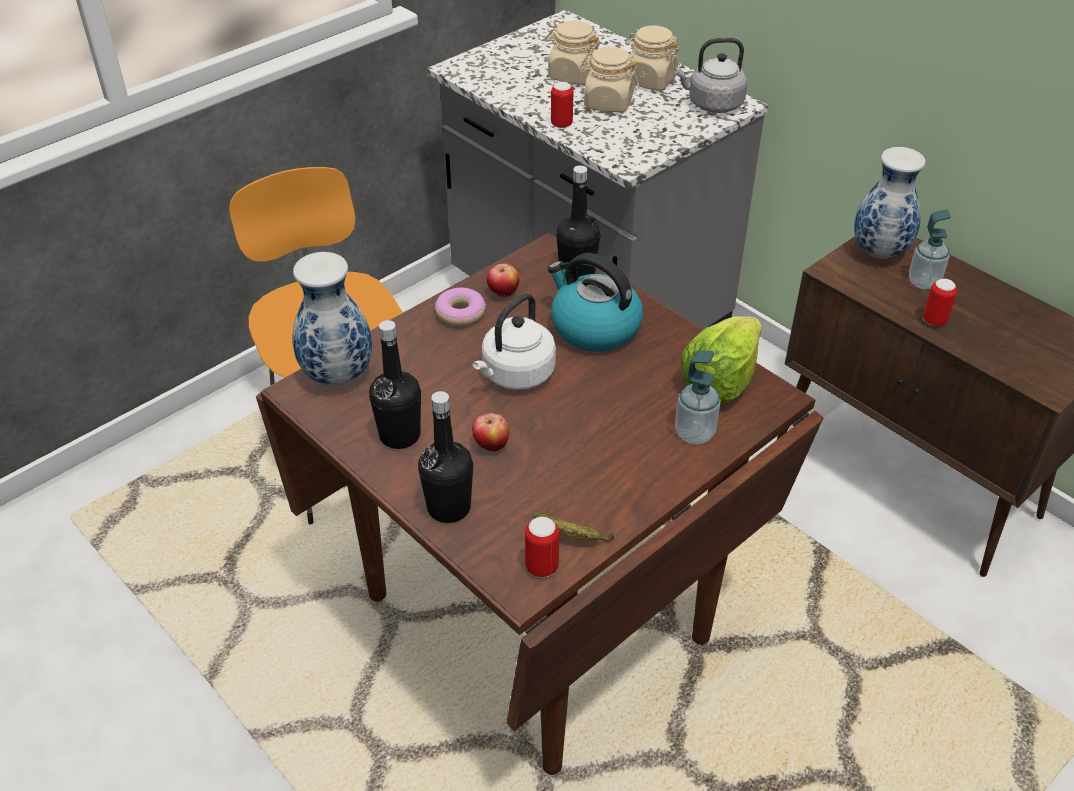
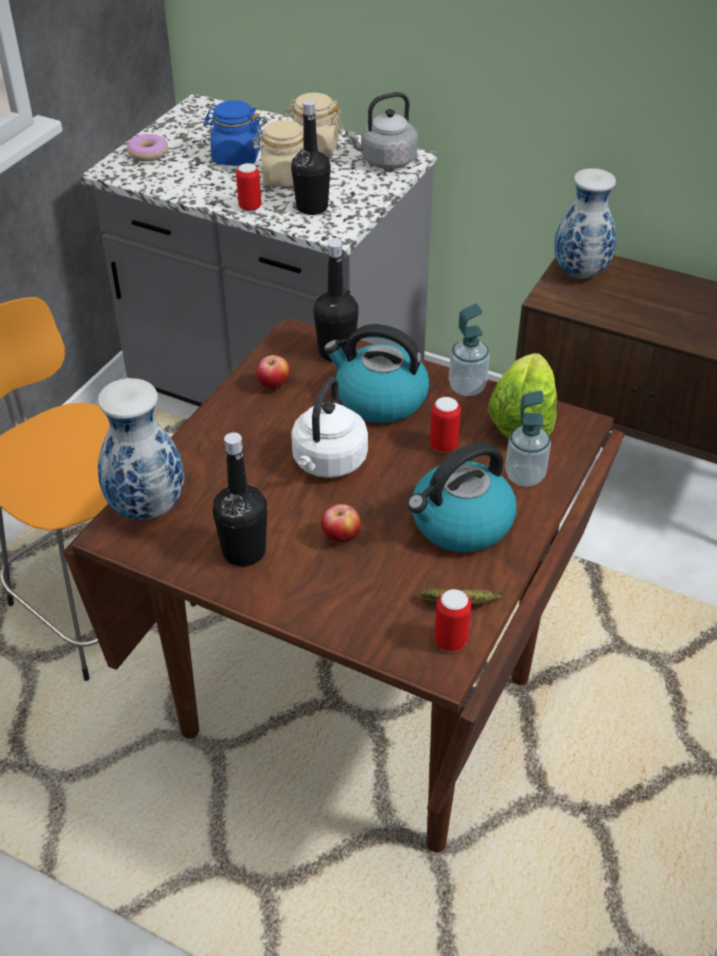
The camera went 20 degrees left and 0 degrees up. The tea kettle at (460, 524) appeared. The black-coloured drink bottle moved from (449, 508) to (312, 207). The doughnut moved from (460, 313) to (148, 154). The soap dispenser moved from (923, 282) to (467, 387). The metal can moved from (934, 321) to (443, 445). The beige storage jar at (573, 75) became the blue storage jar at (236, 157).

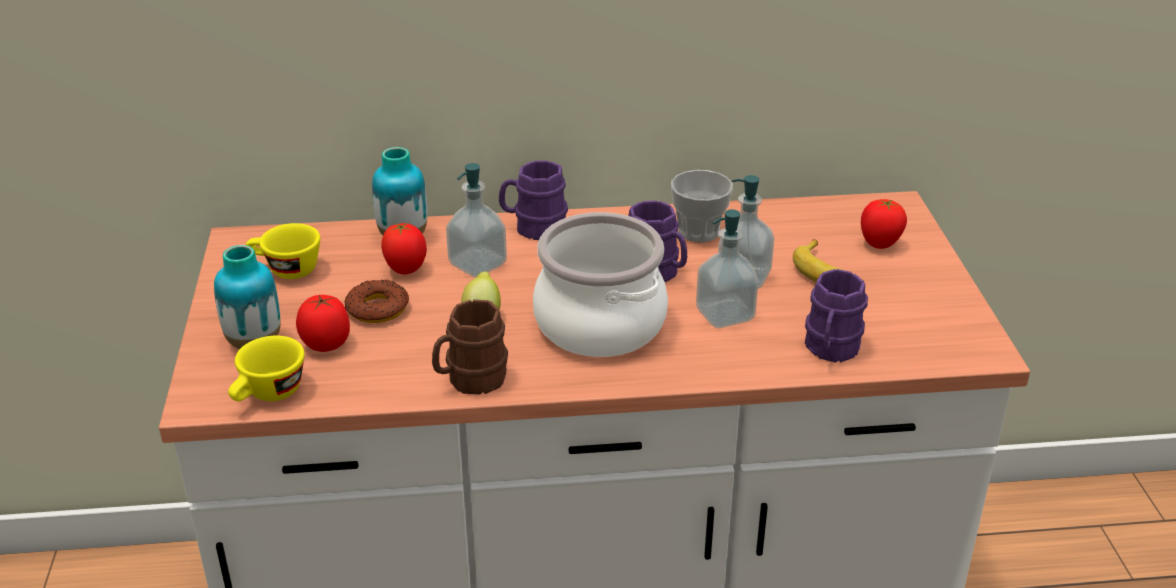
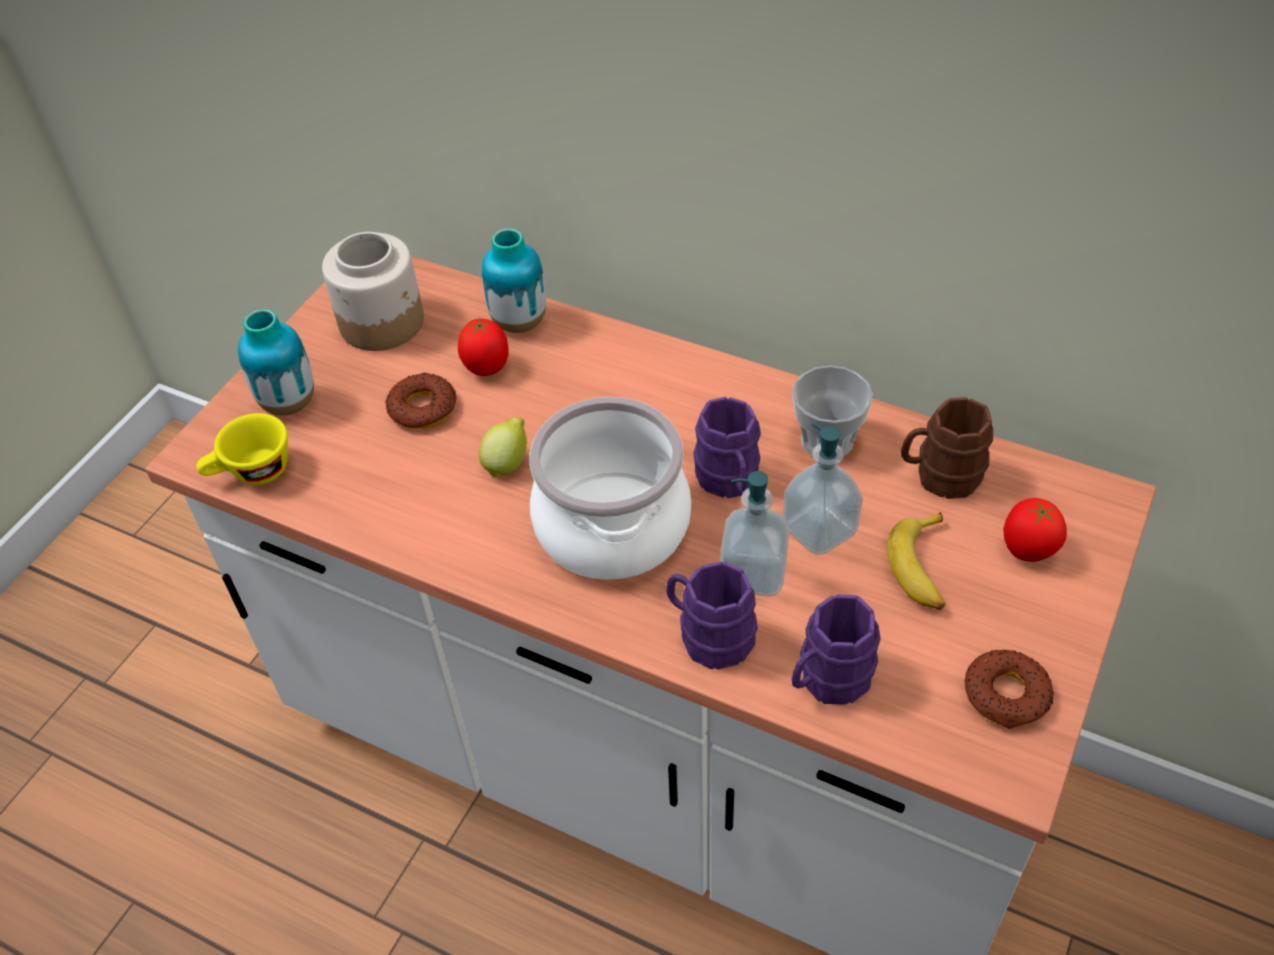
The camera went 35 degrees right and 15 degrees up. The whole tomato at (326, 344) disappeared. The soap dispenser at (477, 265) disappeared. The doughnut at (1006, 694) appeared. The brown tea mug moved from (470, 380) to (940, 475). The purplish tea mug moved from (534, 227) to (708, 635). The yellow cup at (285, 269) was replaced by the storage jar at (383, 322).

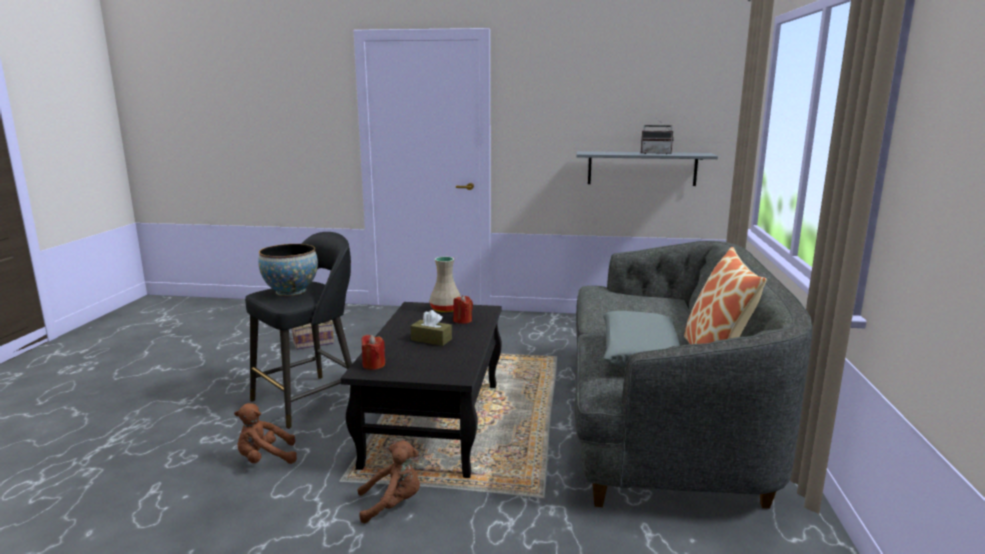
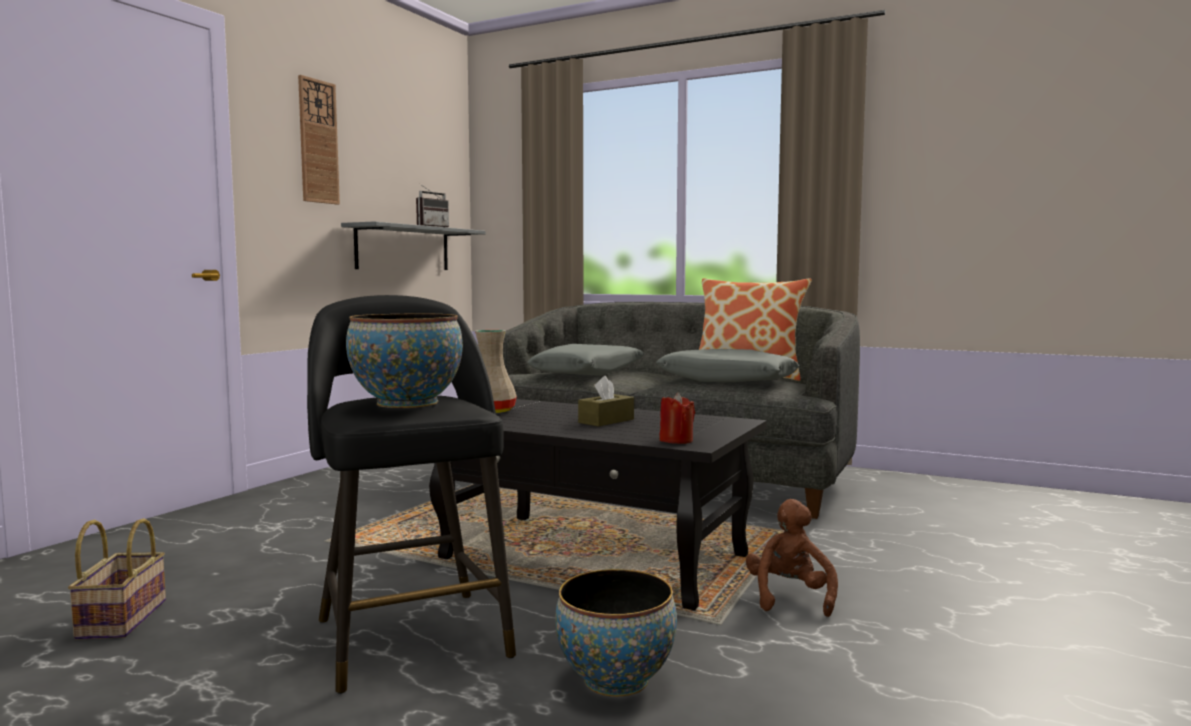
The camera went 70 degrees left and 10 degrees down. The red-coloured wax light at (462, 320) disappeared. The wall clock at (318, 142) appeared. The gray throw pillow at (588, 372) appeared. The brown soft toy at (265, 459) was replaced by the serving bowl at (615, 680).

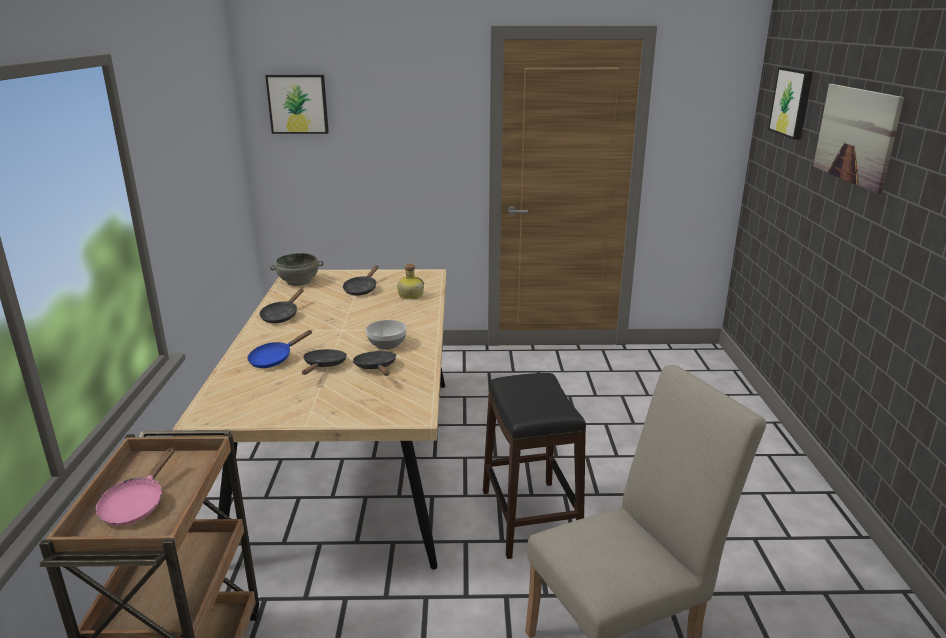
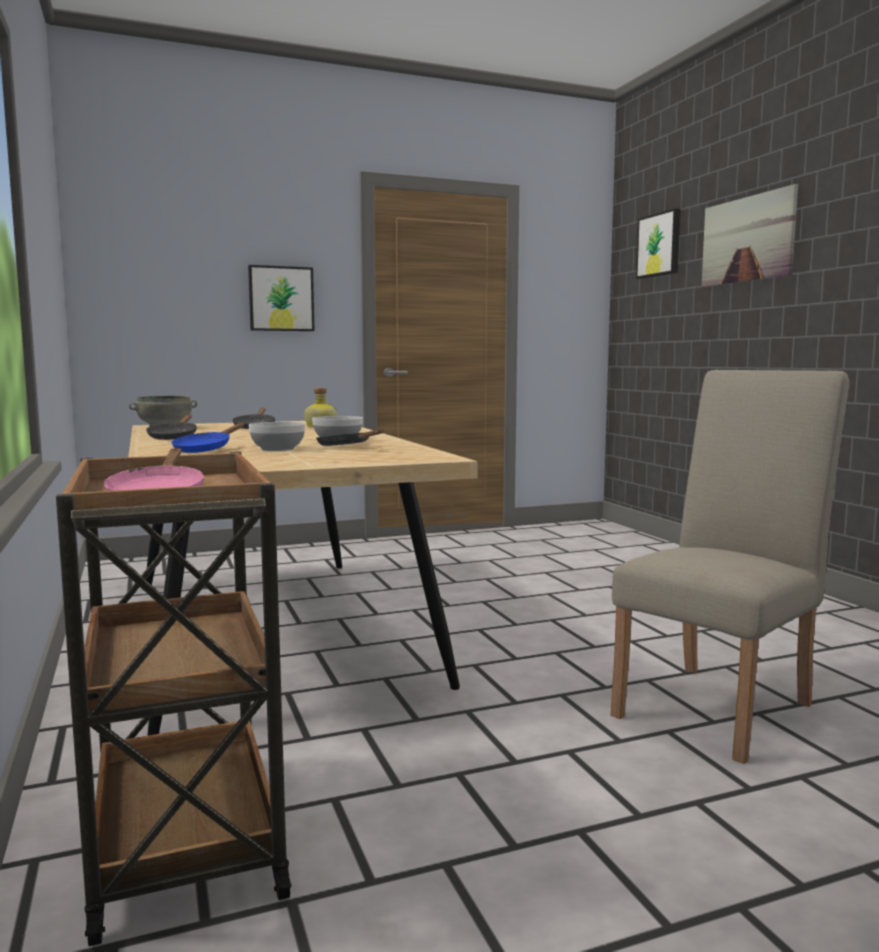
The camera went 20 degrees left and 15 degrees down. The black-coloured sitting stool at (530, 517) disappeared. The wall picture moved from (298, 104) to (281, 299). The black-coloured frying pan at (323, 366) was replaced by the serving bowl at (278, 449).

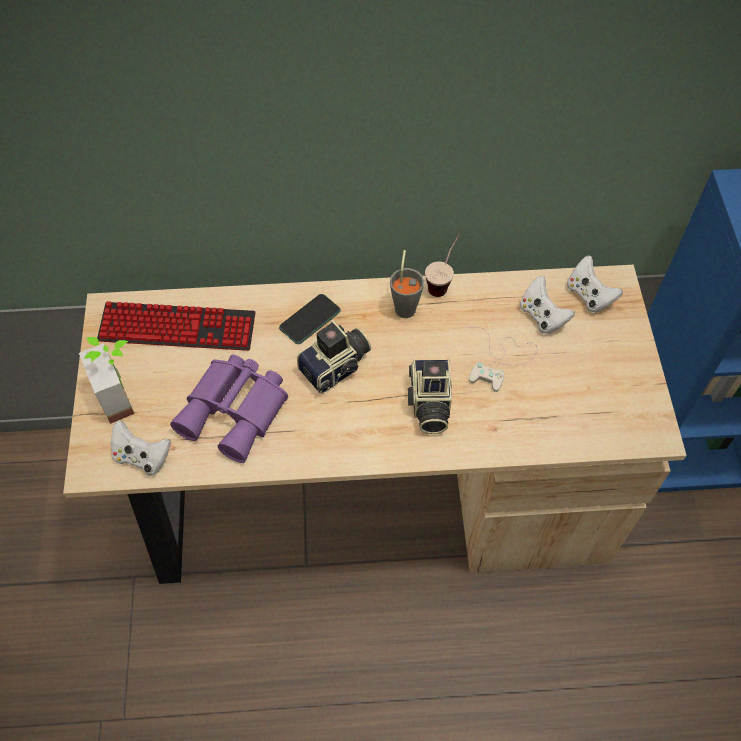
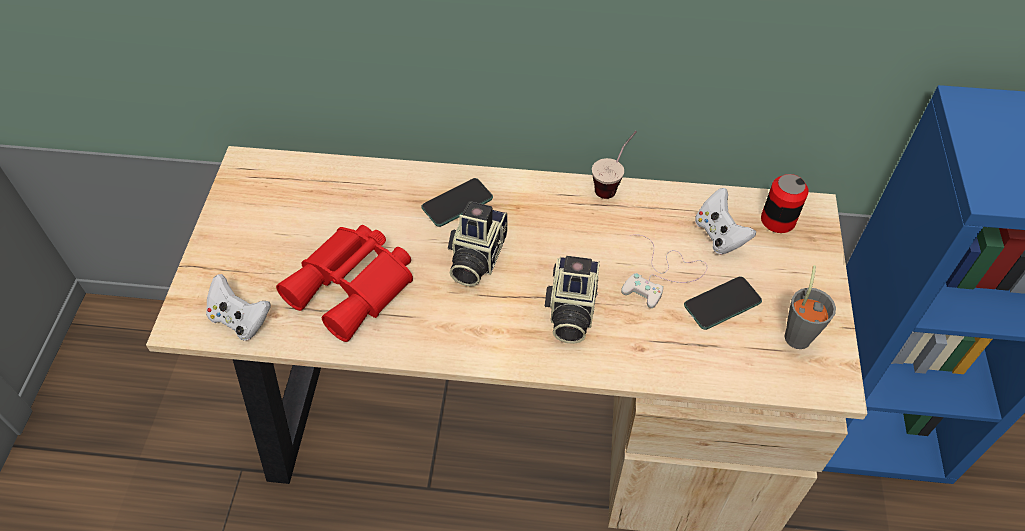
The camera went 10 degrees right and 5 degrees down. The potted plant at (124, 394) disappeared. The computer keyboard at (177, 328) disappeared. The phone at (722, 304) appeared. The gray cup moved from (406, 305) to (798, 332). The white joypad at (589, 296) was replaced by the metal can at (777, 220). The purplish field glasses at (237, 411) became the red-coloured field glasses at (355, 287). The photo camera at (337, 368) turned 135 degrees clockwise.

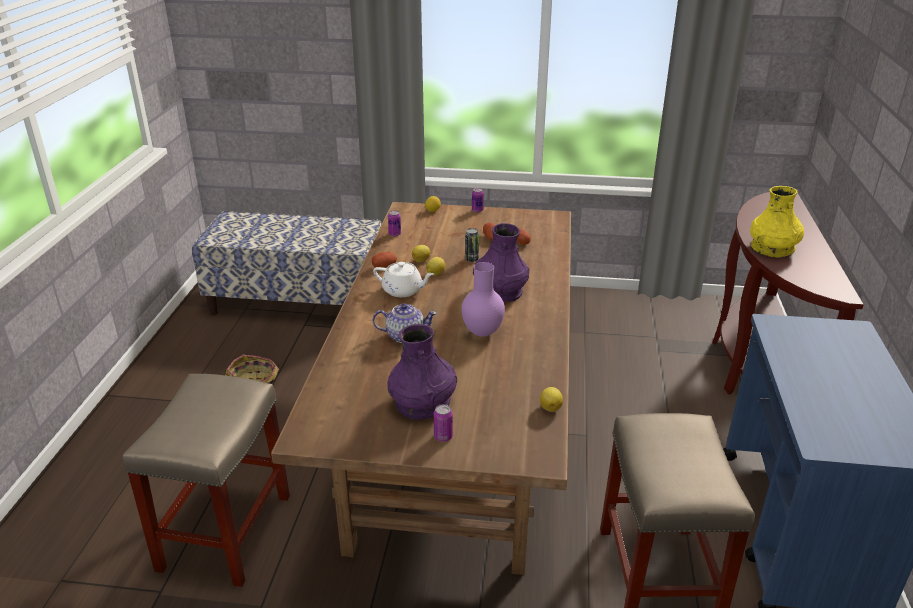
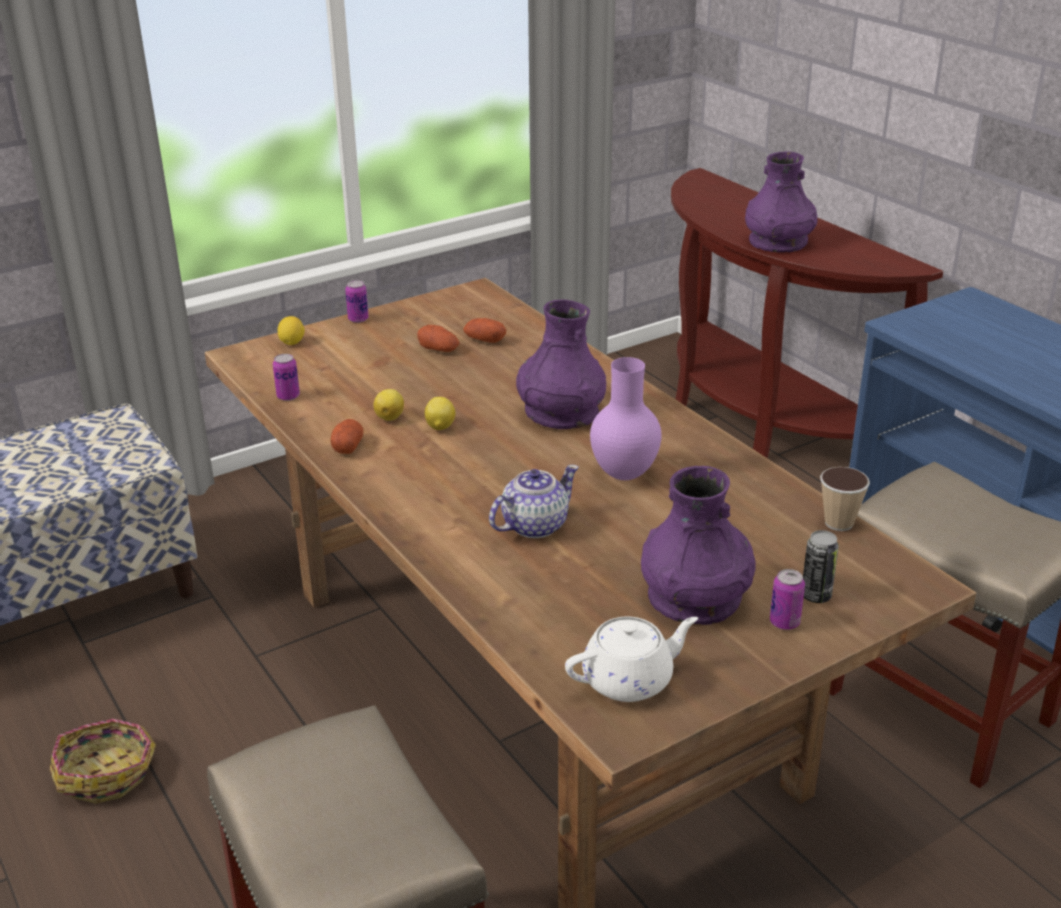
The camera went 40 degrees left and 0 degrees up. The white tea pot moved from (403, 290) to (630, 680). The metal can moved from (471, 259) to (816, 596). The citrus fruit at (550, 407) was replaced by the cup at (838, 523). The yellow decorative vase at (772, 248) became the purplish decorative vase at (778, 241).

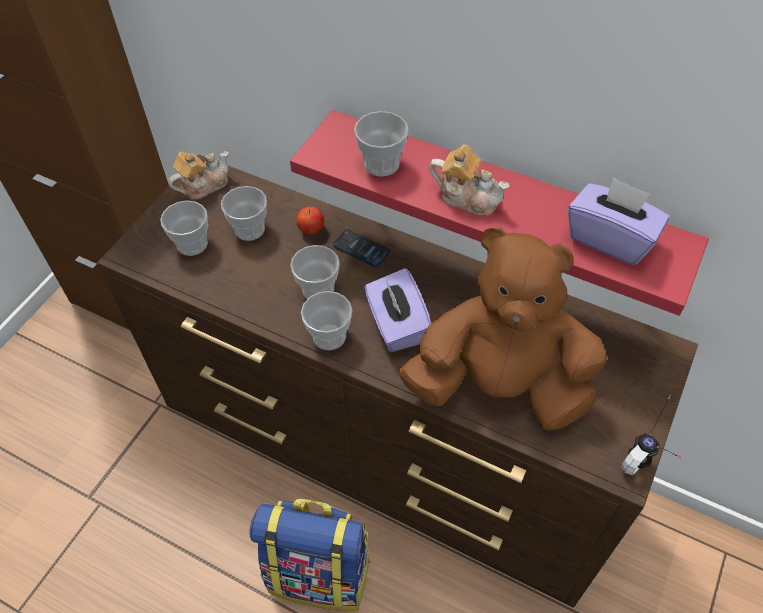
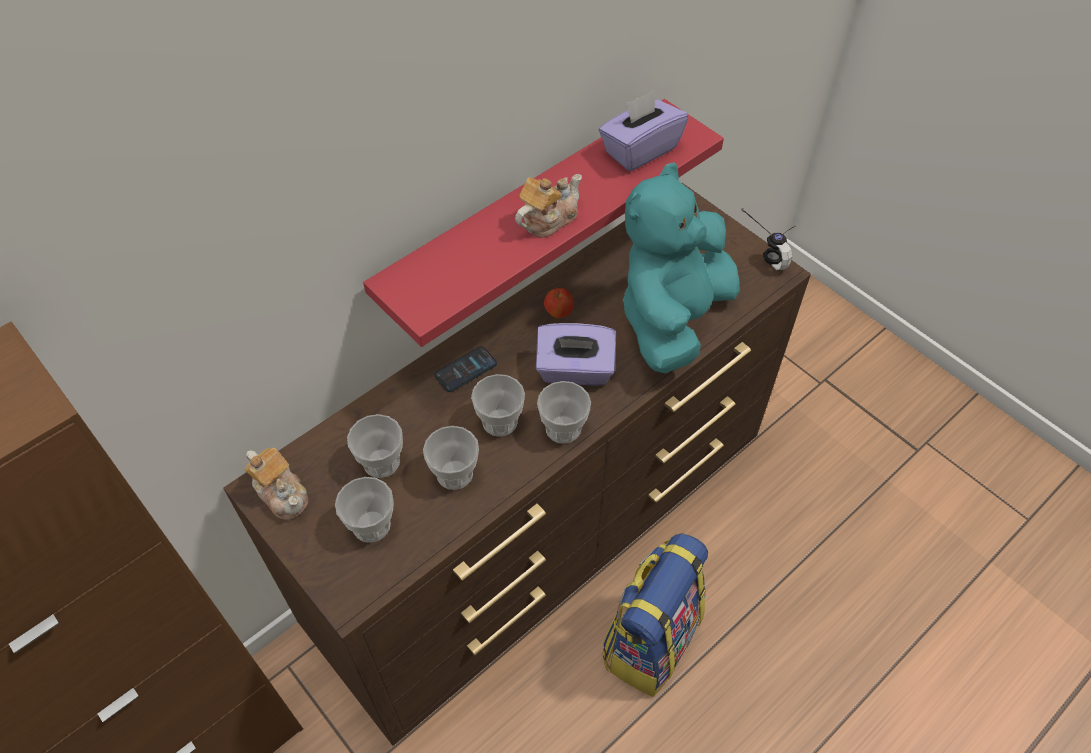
The camera went 70 degrees left and 0 degrees up. The whole apple moved from (311, 229) to (558, 313). The cup moved from (381, 164) to (454, 474). The brown soft toy at (499, 386) became the blue-green soft toy at (672, 319). The tea pot at (203, 185) turned 150 degrees clockwise.

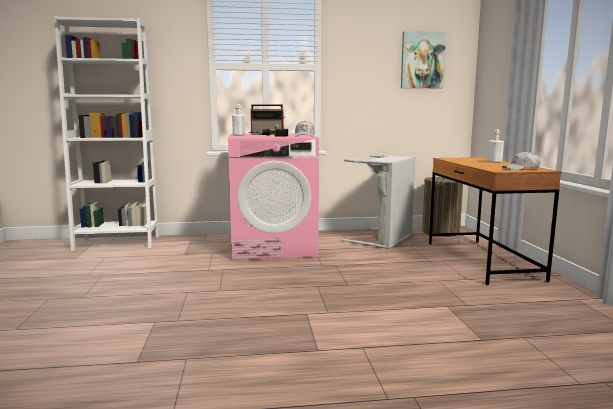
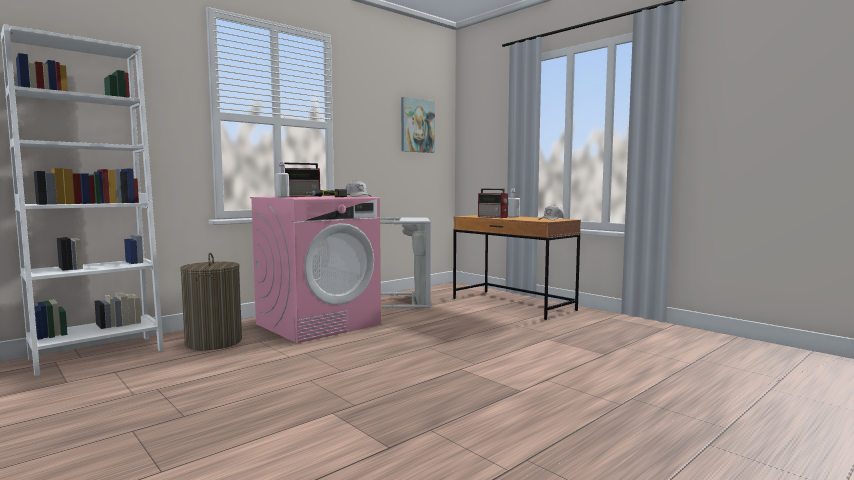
The camera went 35 degrees left and 5 degrees down. The radio set at (493, 217) appeared. The laundry basket moved from (440, 232) to (214, 342).

